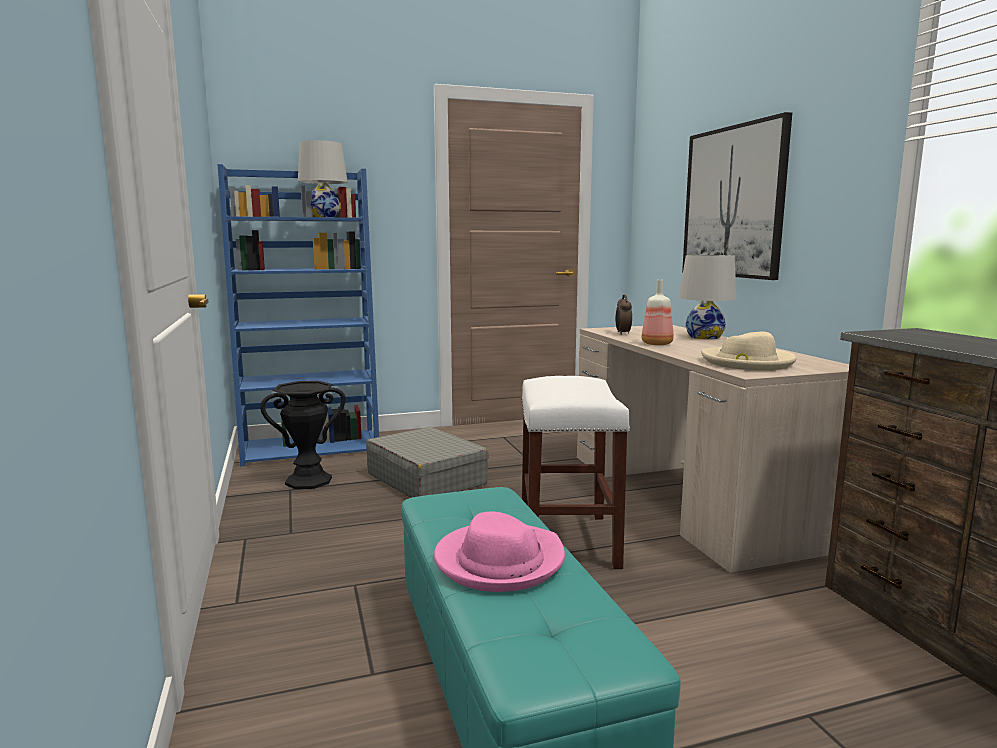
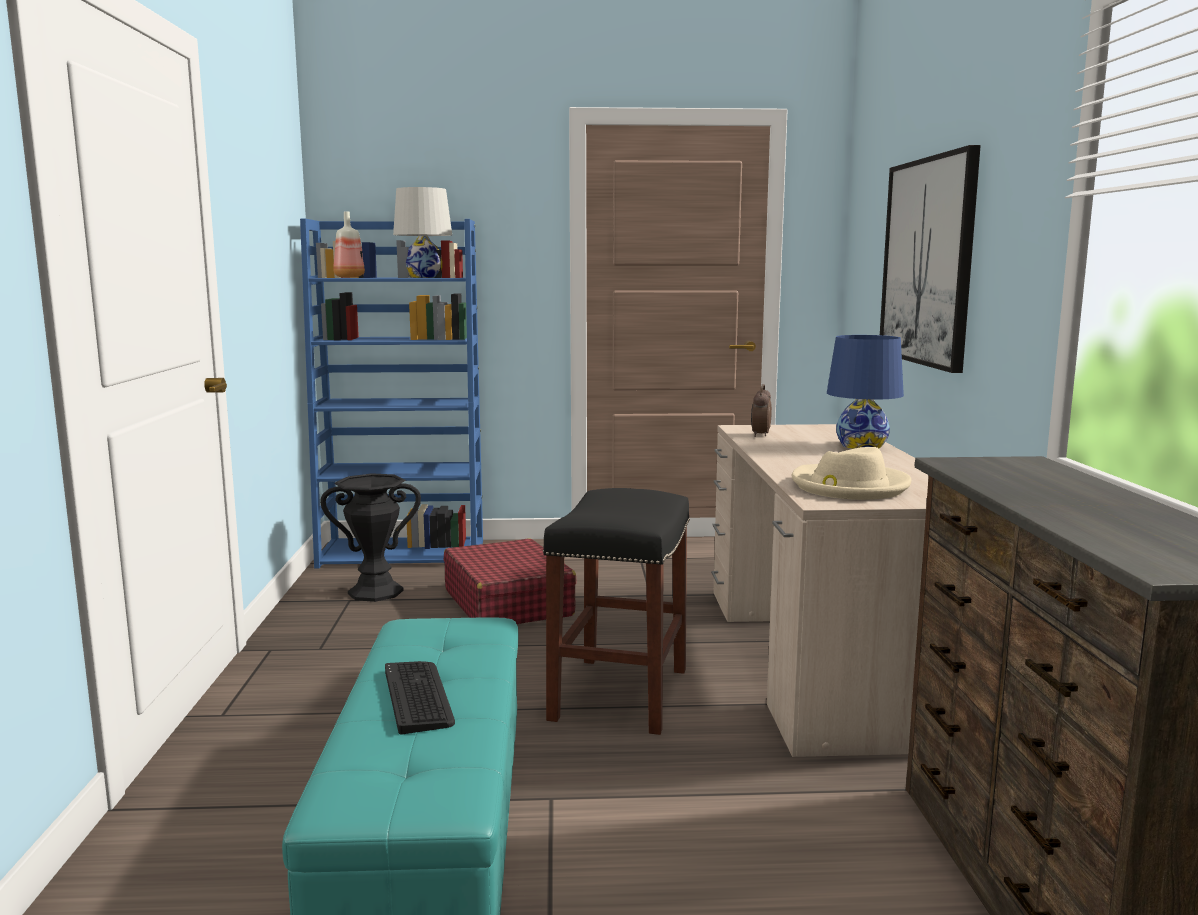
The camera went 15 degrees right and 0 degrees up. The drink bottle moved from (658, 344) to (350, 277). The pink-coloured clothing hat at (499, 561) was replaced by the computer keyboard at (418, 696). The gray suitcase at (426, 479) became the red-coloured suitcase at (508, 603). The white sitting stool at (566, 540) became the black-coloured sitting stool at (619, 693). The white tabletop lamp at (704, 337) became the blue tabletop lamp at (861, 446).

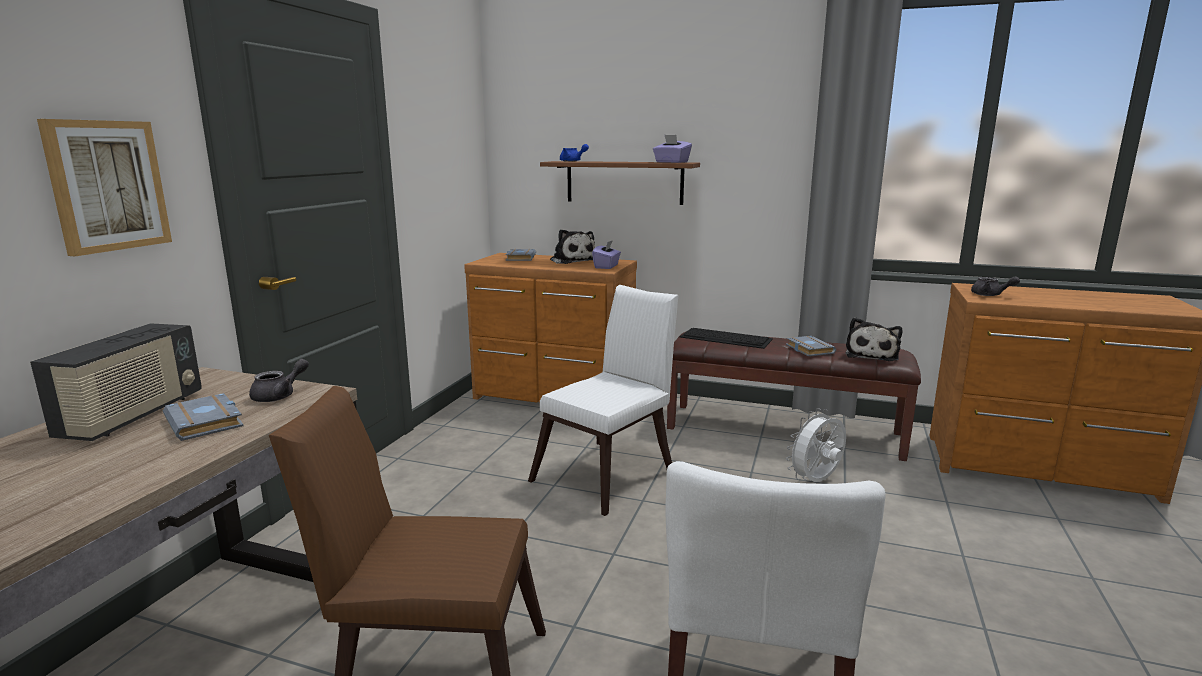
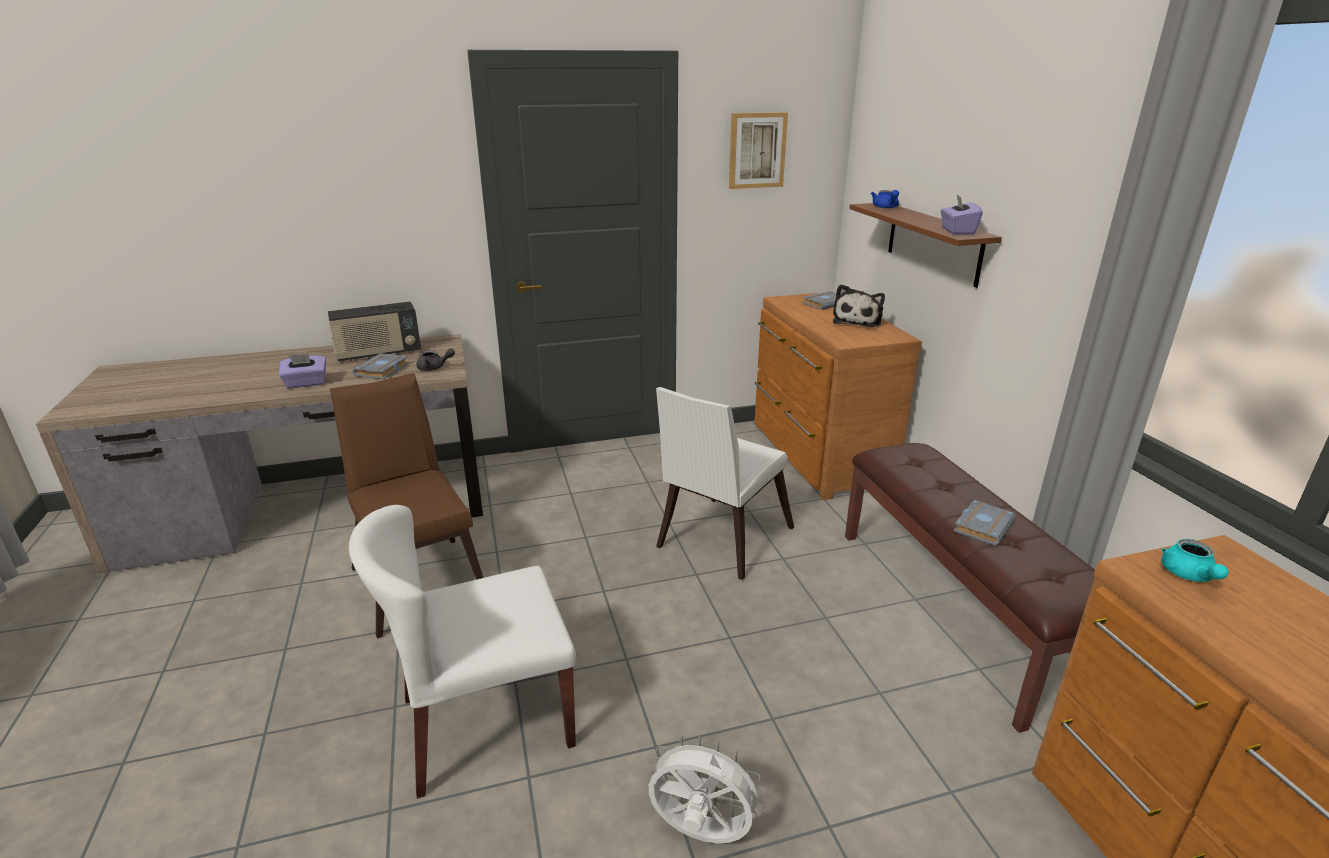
The camera went 55 degrees right and 10 degrees up. The computer keyboard at (726, 338) disappeared. The soft toy at (871, 355) disappeared. The wall picture moved from (107, 186) to (756, 150). The purplish tissue holder moved from (607, 266) to (306, 383). The white fan moved from (816, 481) to (700, 834). The gray tea pot at (990, 295) became the blue-green tea pot at (1188, 575). The white chair at (610, 473) turned 120 degrees clockwise.

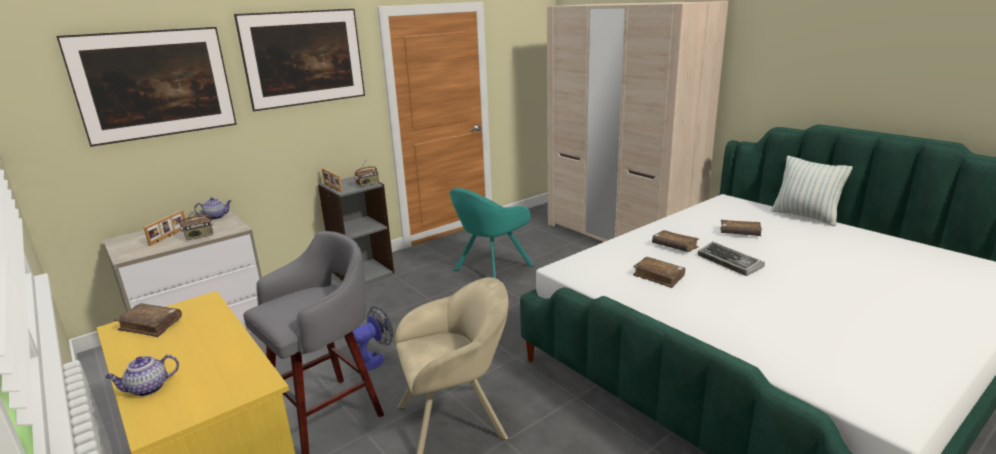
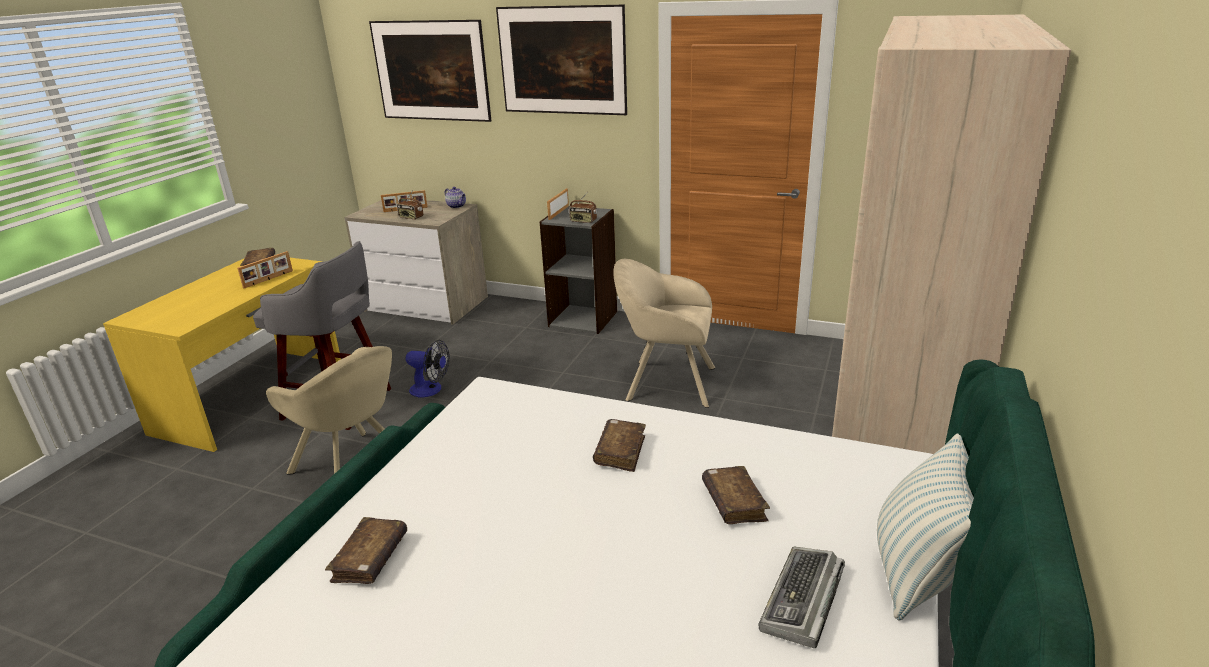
The camera went 60 degrees right and 5 degrees up. The tea pot at (147, 389) disappeared. The picture frame at (269, 279) appeared. The brown volume moved from (658, 277) to (370, 559). The computer keyboard moved from (730, 263) to (802, 602). The blue-green easy chair at (490, 269) became the beige easy chair at (665, 383).

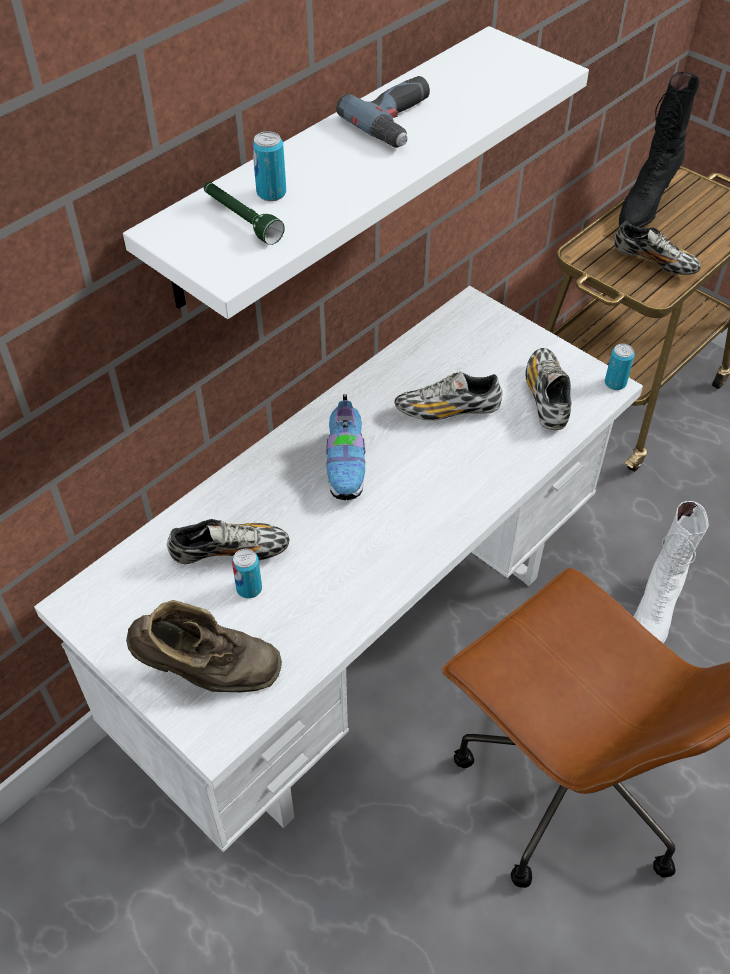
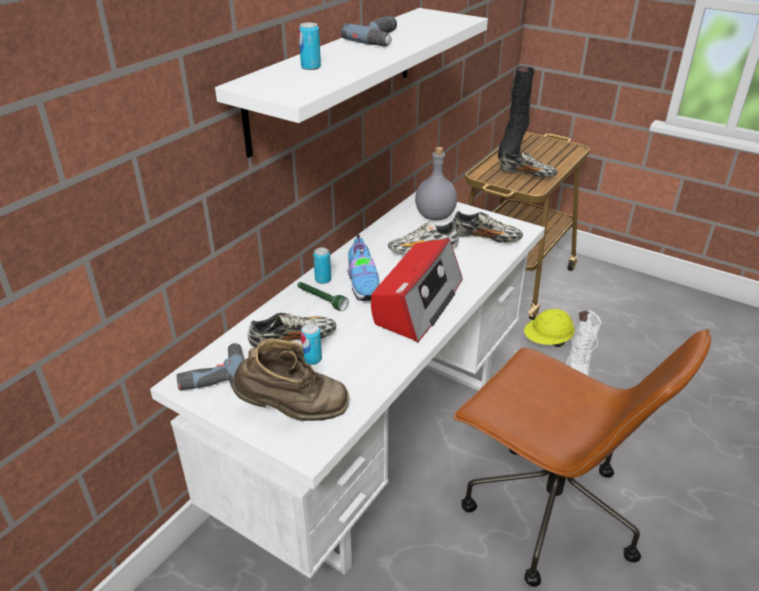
The camera went 10 degrees left and 15 degrees down. The drill at (213, 375) appeared. The radio set at (417, 302) appeared. The gray drink bottle at (436, 216) appeared. The yellow hard hat at (547, 341) appeared. The greenish torch moved from (241, 220) to (321, 300). The metal can moved from (615, 383) to (323, 279). The low shoe at (546, 397) turned 120 degrees clockwise.

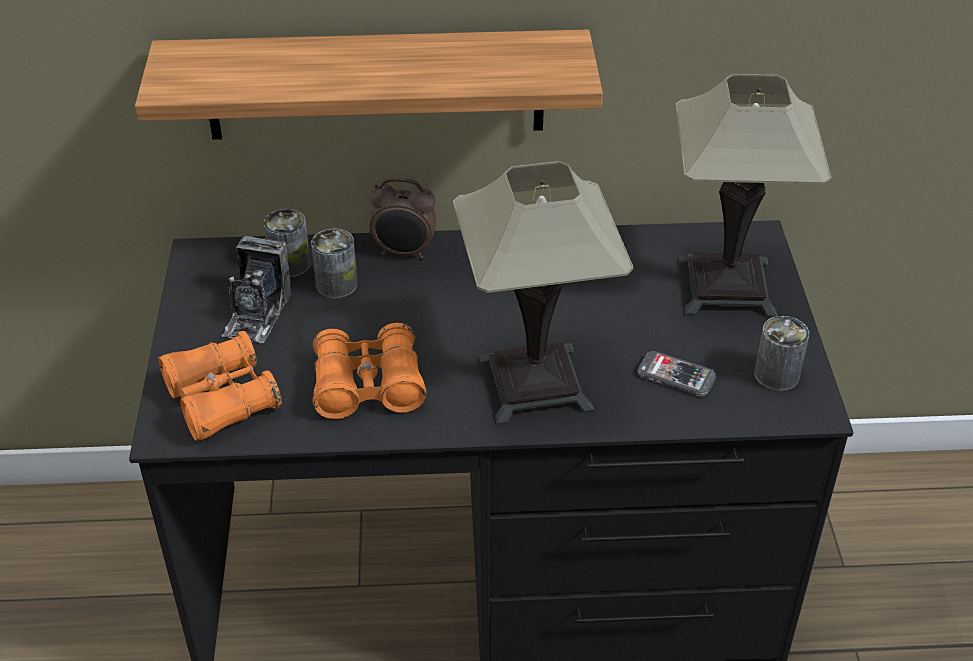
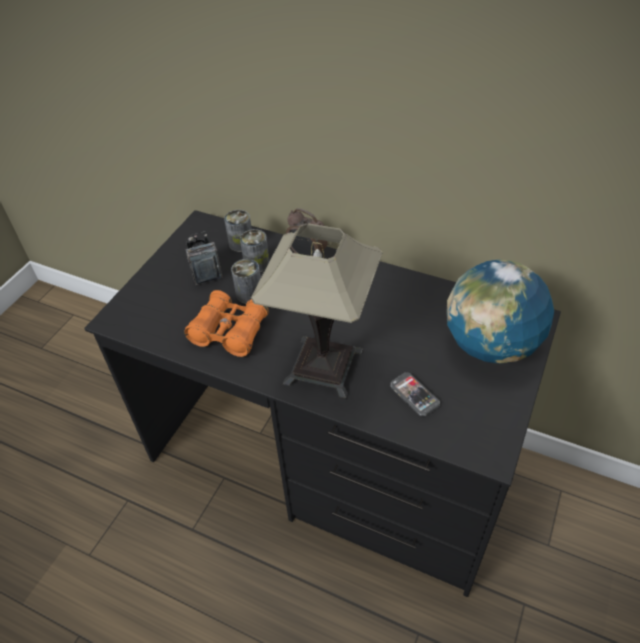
The camera went 30 degrees right and 5 degrees up. The bracket shelf at (375, 85) disappeared. The orange-coloured field glasses at (221, 399) disappeared. The metal can moved from (776, 375) to (249, 294). The tabletop lamp at (726, 287) was replaced by the globe at (490, 345). The photo camera at (257, 313) turned 120 degrees clockwise.

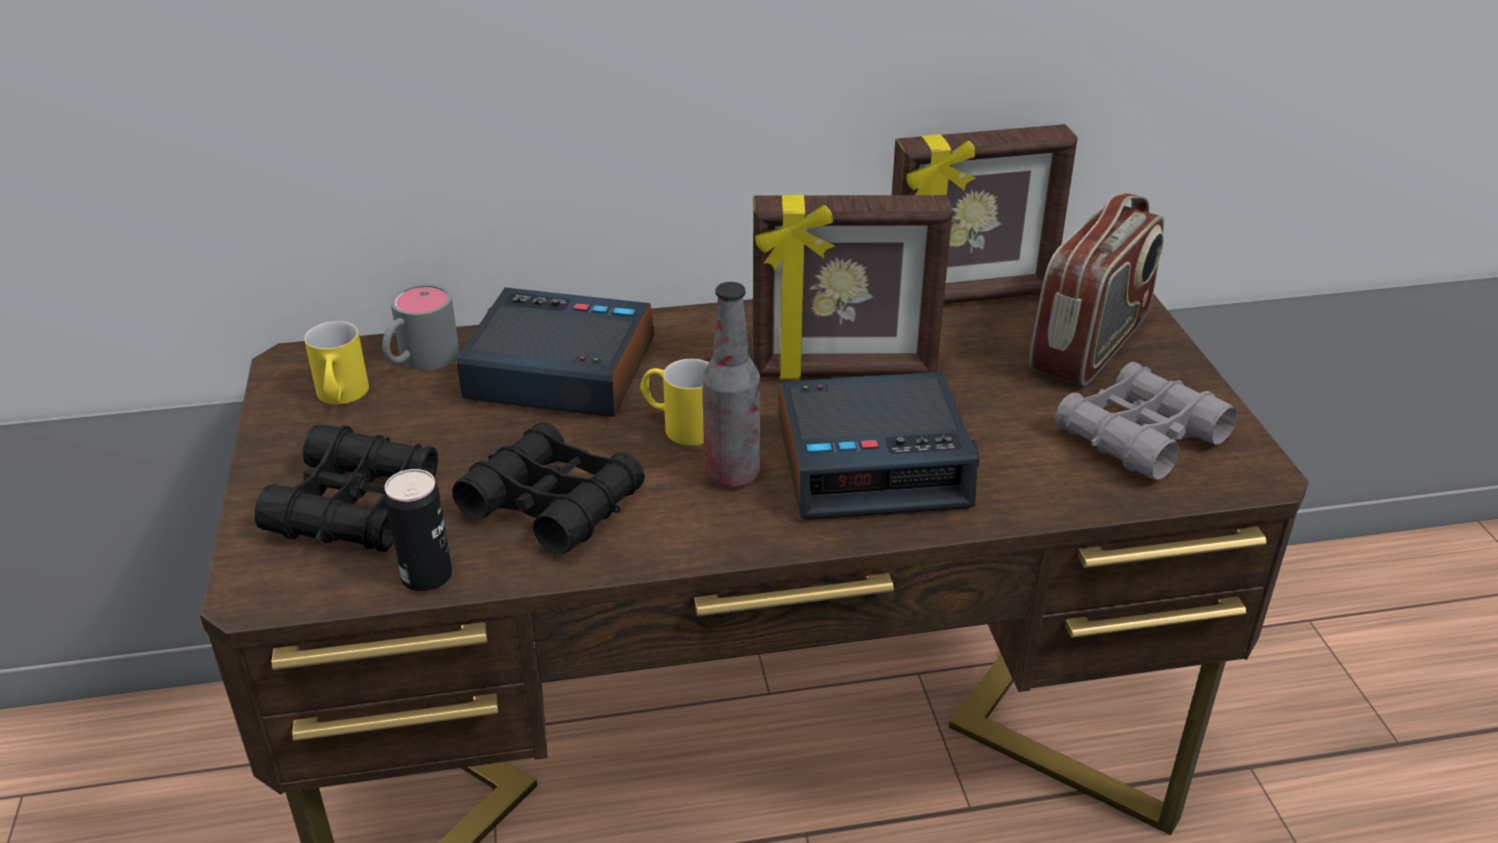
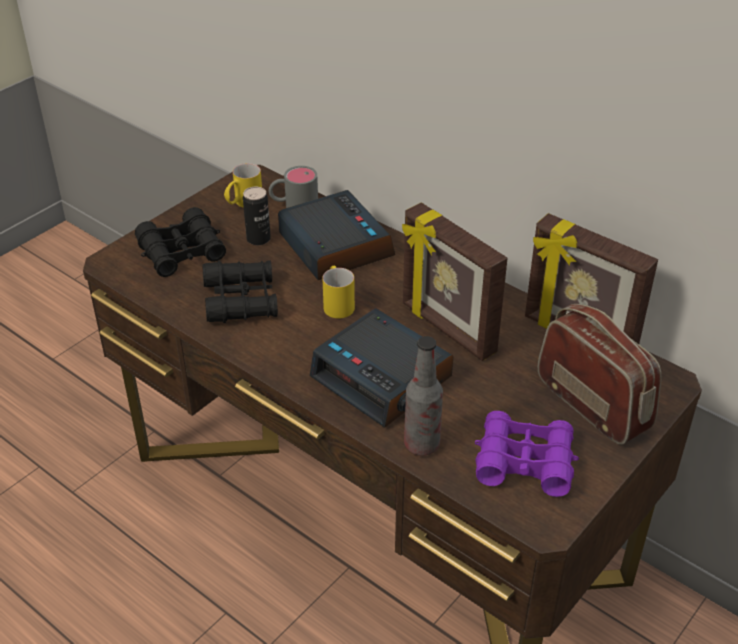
The camera went 50 degrees right and 5 degrees up. The metal can moved from (426, 576) to (258, 239). The drink bottle moved from (732, 474) to (421, 444). The gray field glasses at (1140, 436) became the purplish field glasses at (524, 462). The radio set at (1091, 345) turned 120 degrees counterclockwise.

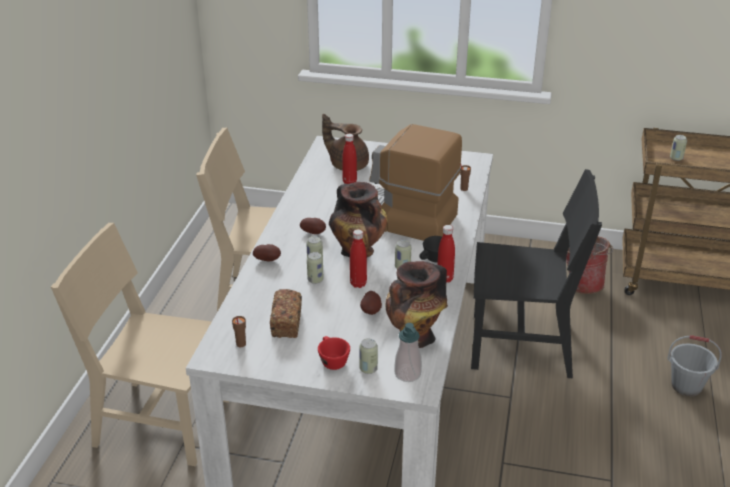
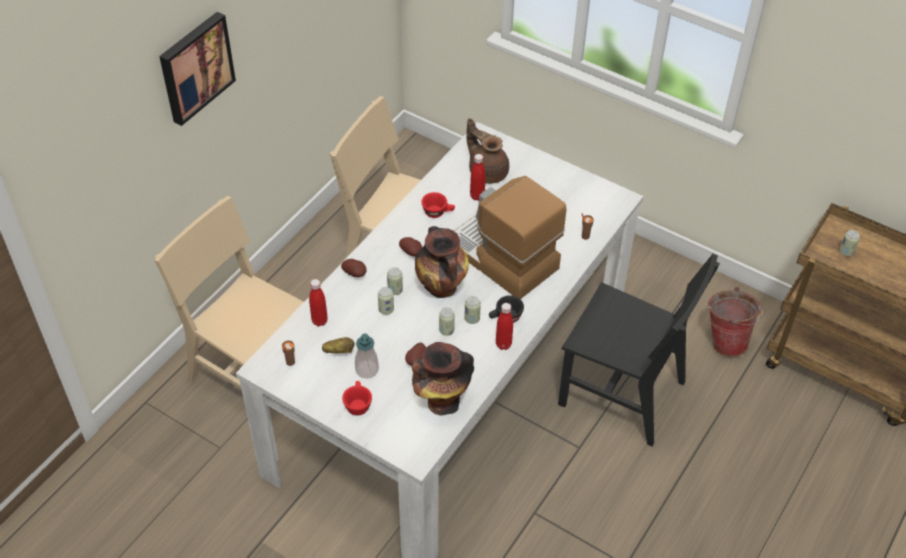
The camera went 20 degrees right and 15 degrees up. The gray pail at (686, 386) disappeared. The wall picture at (195, 67) appeared. The red-coloured cup at (438, 212) appeared. The red-coloured drink bottle moved from (358, 284) to (319, 321). The metal can moved from (368, 369) to (446, 330). The soap dispenser moved from (407, 374) to (367, 370). The bakery bread at (287, 322) was replaced by the potato at (339, 351).

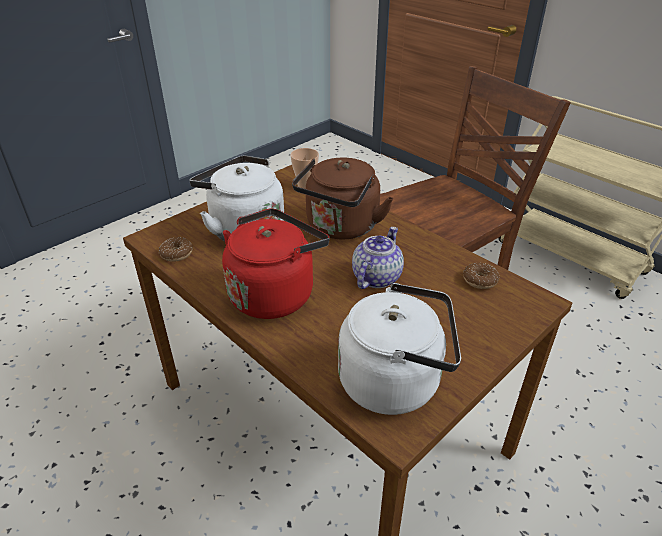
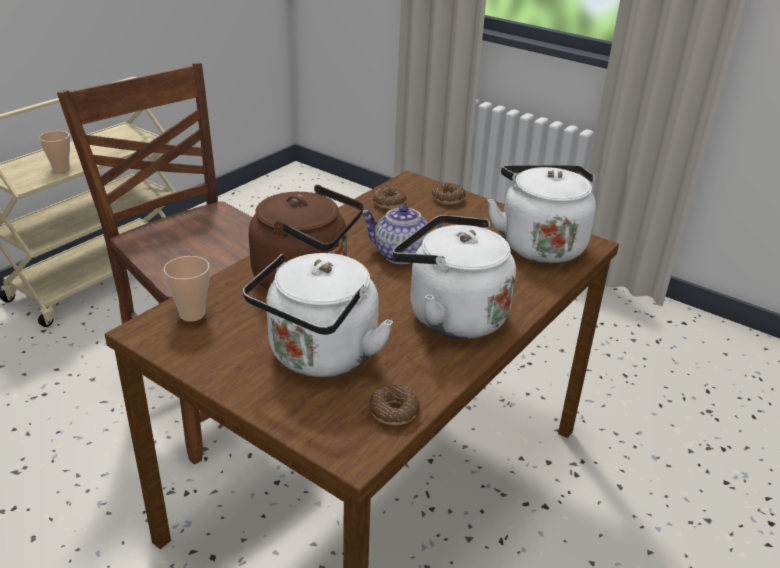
The camera went 100 degrees left and 5 degrees down. The cup at (61, 169) appeared. The doughnut at (448, 199) appeared. The red-coloured tea kettle at (274, 293) became the white tea kettle at (451, 315).

